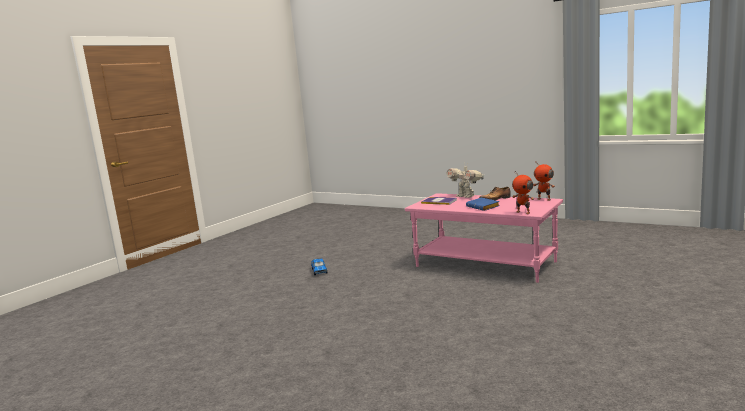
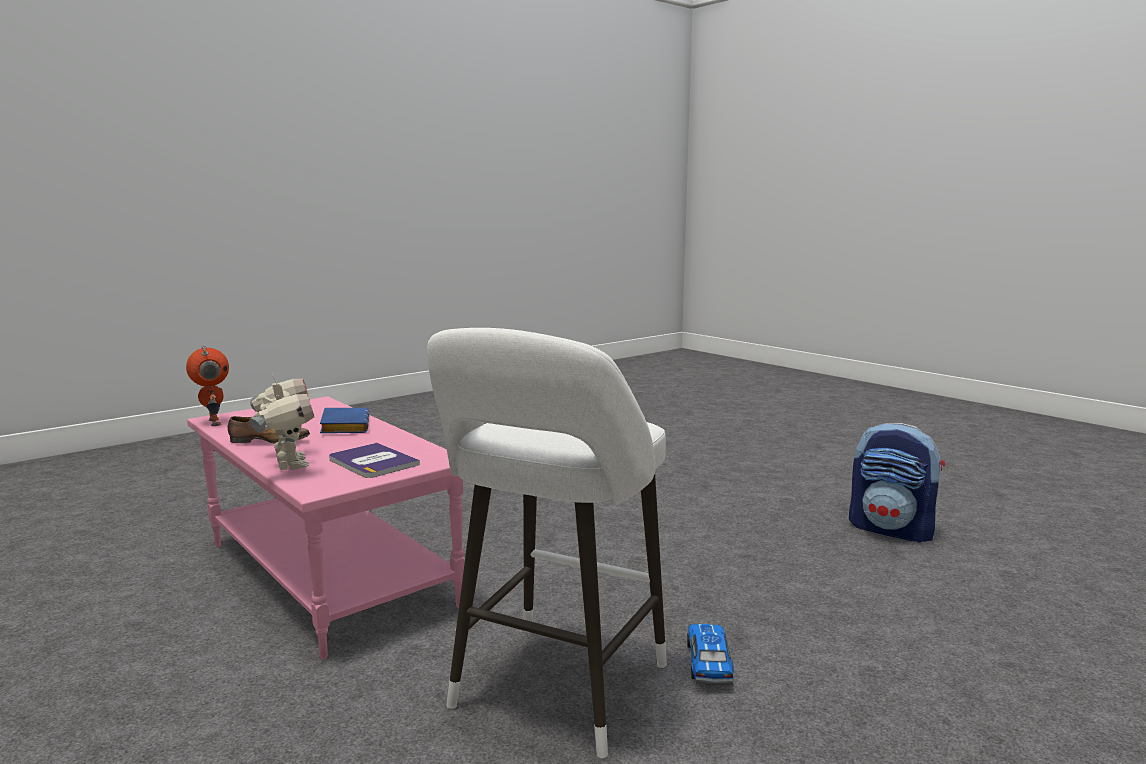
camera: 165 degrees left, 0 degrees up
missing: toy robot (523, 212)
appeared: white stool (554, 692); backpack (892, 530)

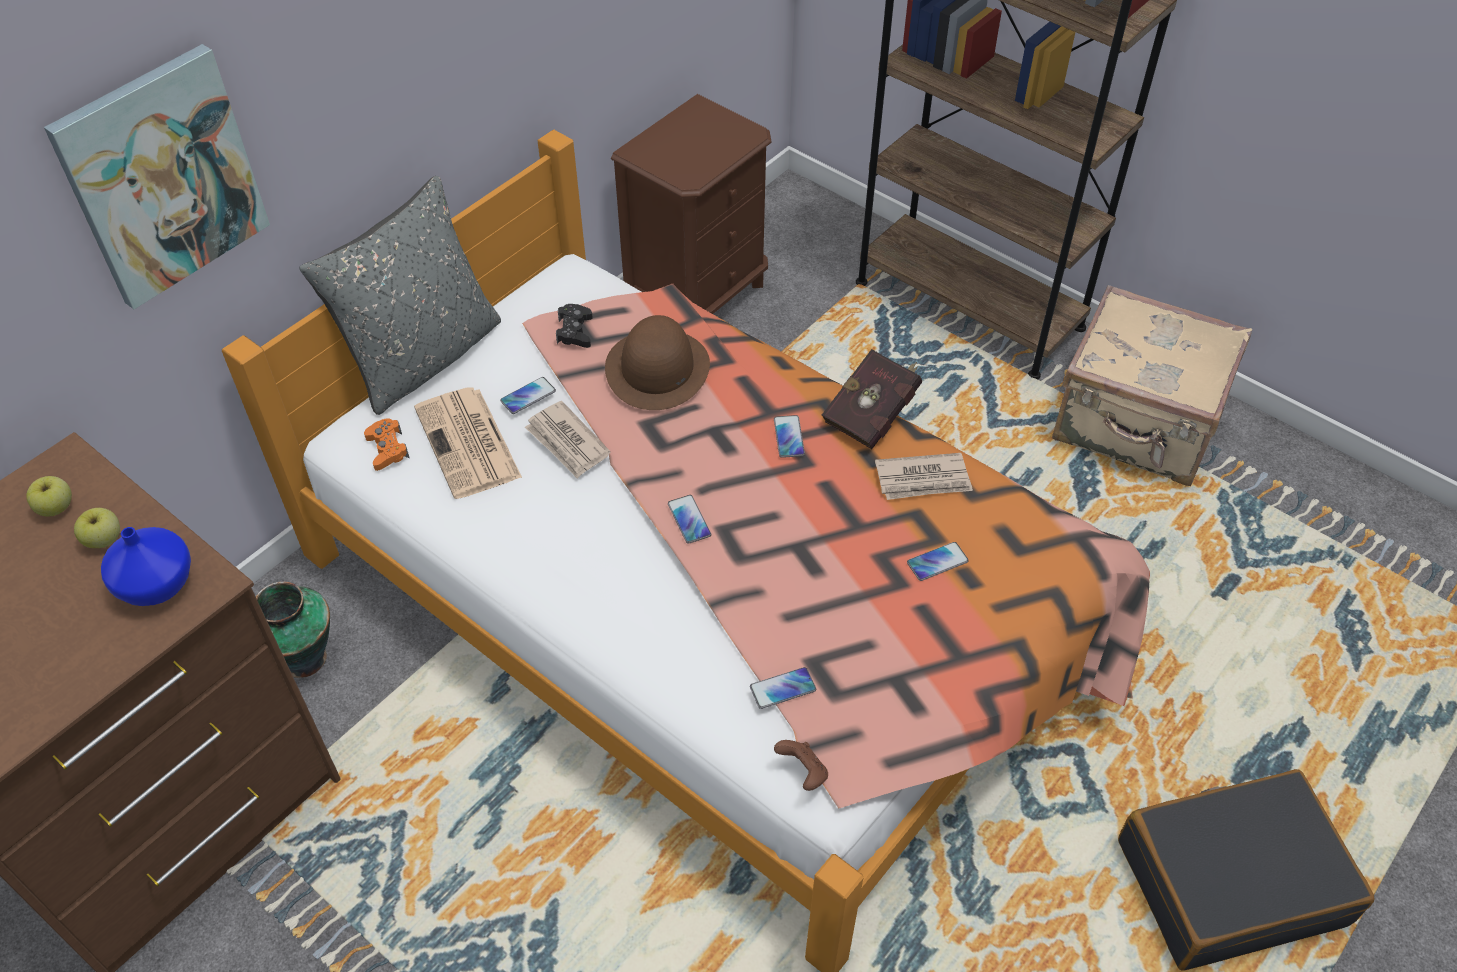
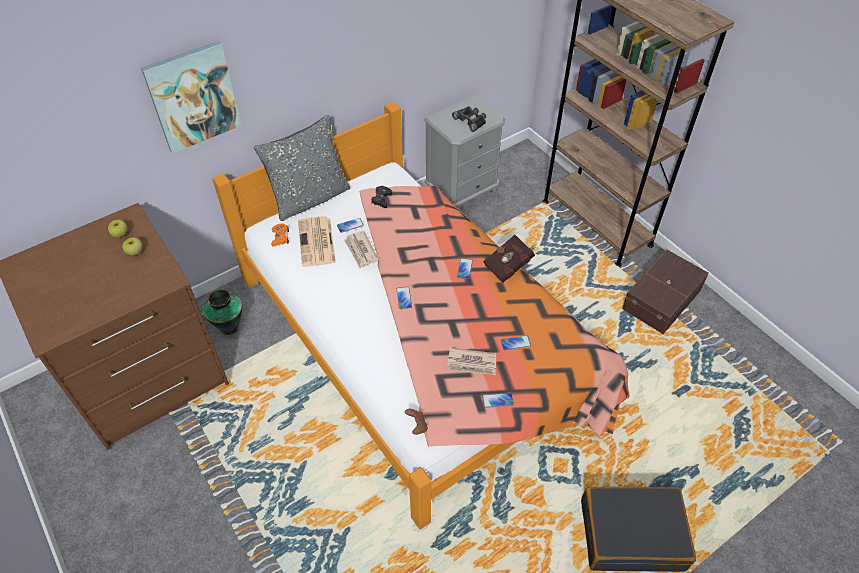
camera: 15 degrees right, 0 degrees up
missing: blue vase (156, 586); brown hat (657, 369)
appeared: black binoculars (471, 120)
relocated: newspaper (923, 480) to (472, 363); phone (783, 688) to (497, 400)
exchanged: beige suitcase (1136, 425) to brown storage box (663, 300)
colour: brown nightstand (698, 294) to grey nightstand (463, 192)

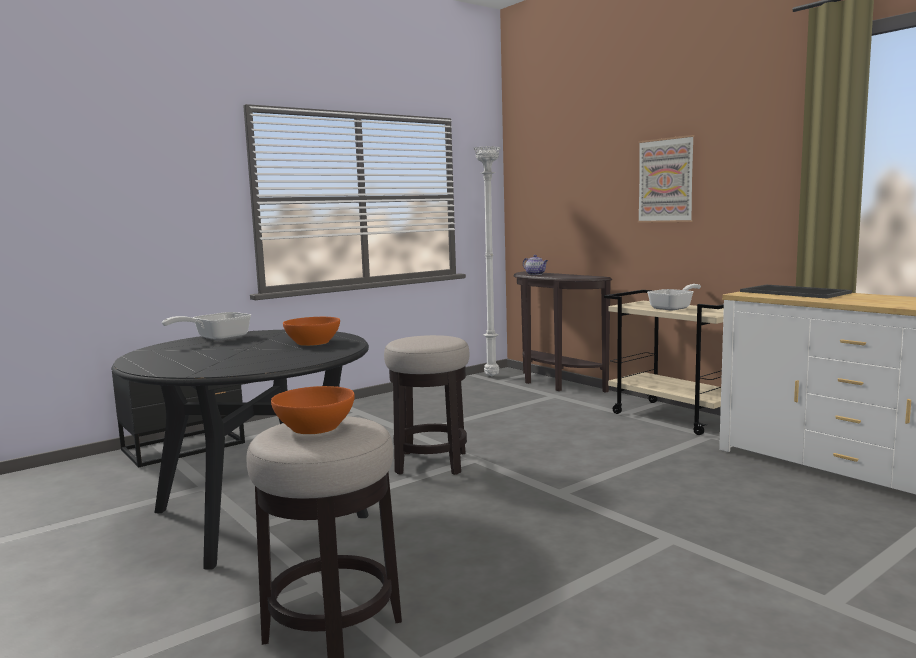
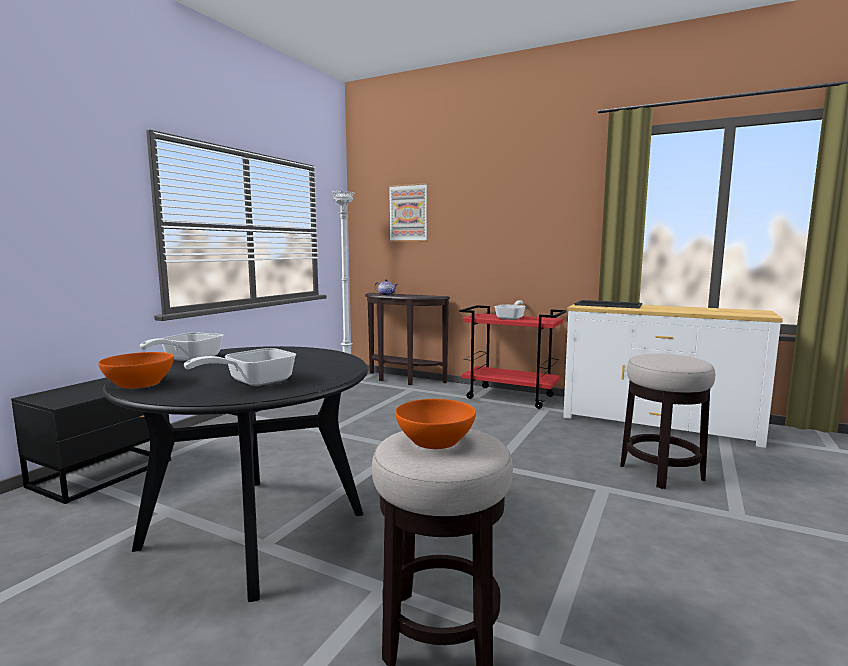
camera: 25 degrees left, 0 degrees up
appeared: frying pan (253, 382)
relocated: orange bowl (312, 342) to (139, 384); picture (666, 180) to (408, 213); stool (431, 463) to (661, 472)
colour: beige cart (675, 417) to red cart (511, 397)

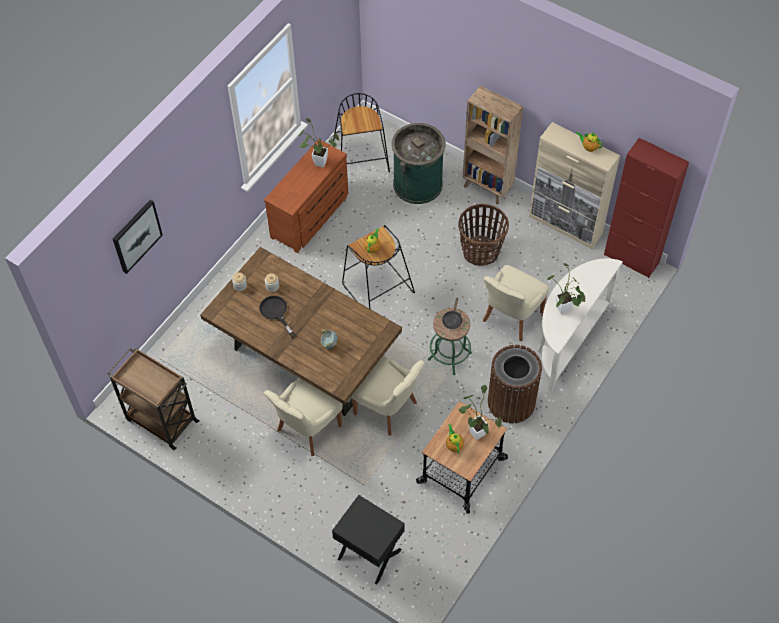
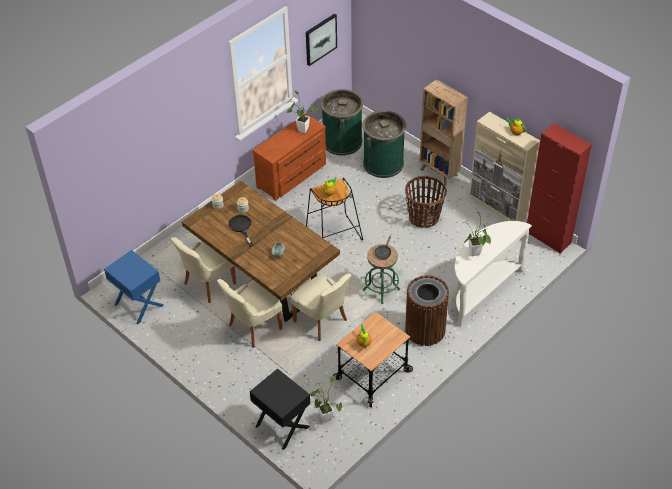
camera: 10 degrees right, 10 degrees down
relocated: beige chair (511, 317) to (208, 284); picture (136, 236) to (320, 39); potted plant (475, 431) to (325, 416)
exchanged: brown cart (160, 420) to blue nightstand (138, 305); black stool (362, 160) to green trash can (342, 141)

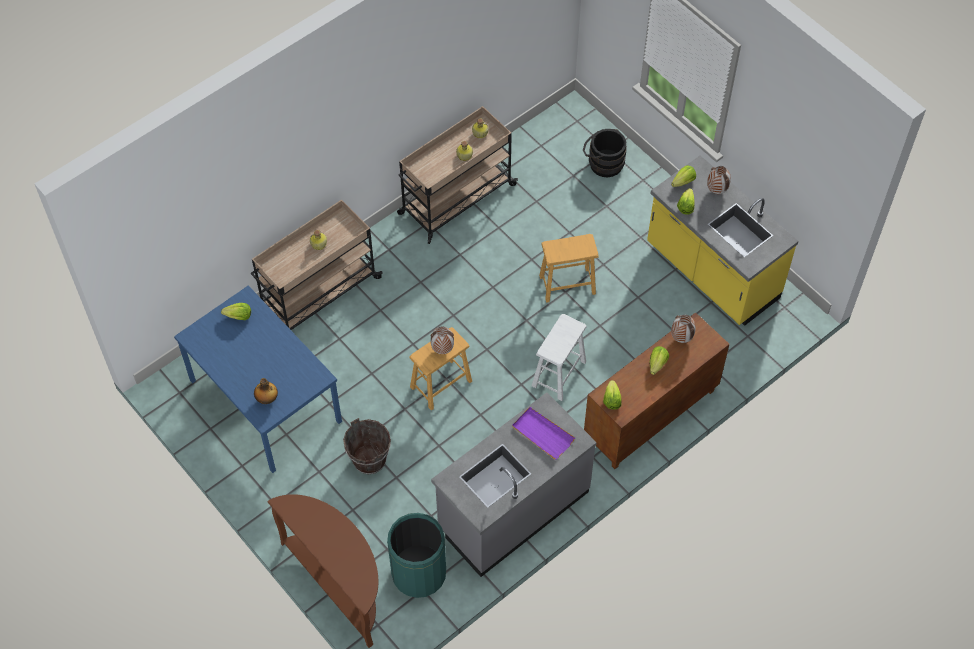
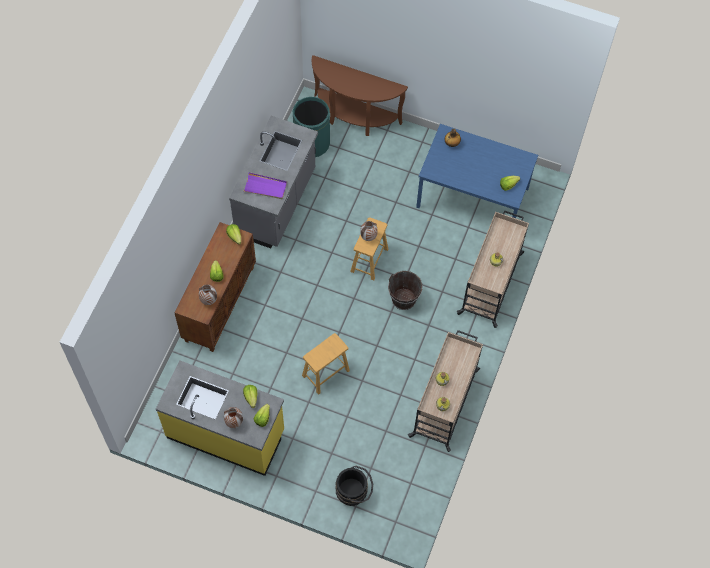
camera: 150 degrees right, 5 degrees up
missing: white stool (559, 374)
relocated: brown bucket (369, 459) to (403, 299)

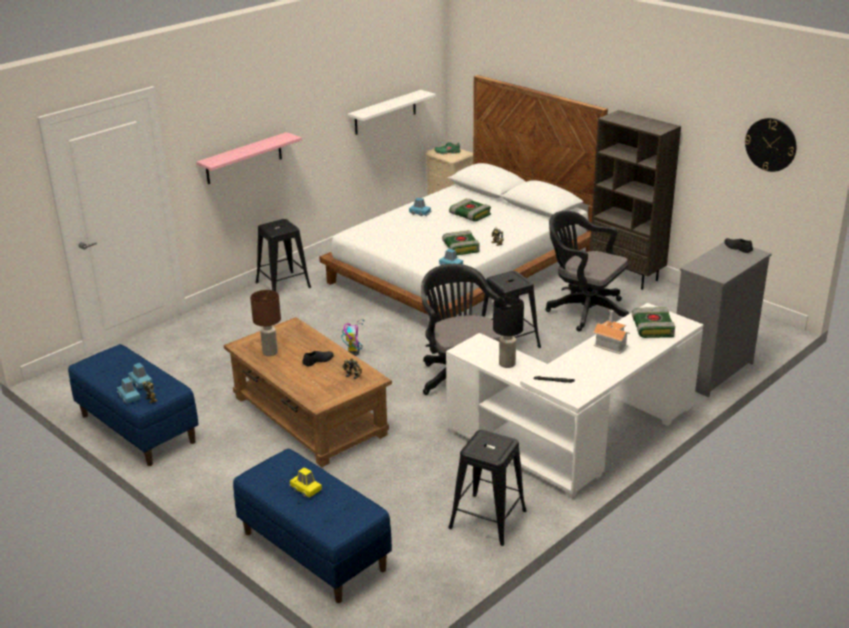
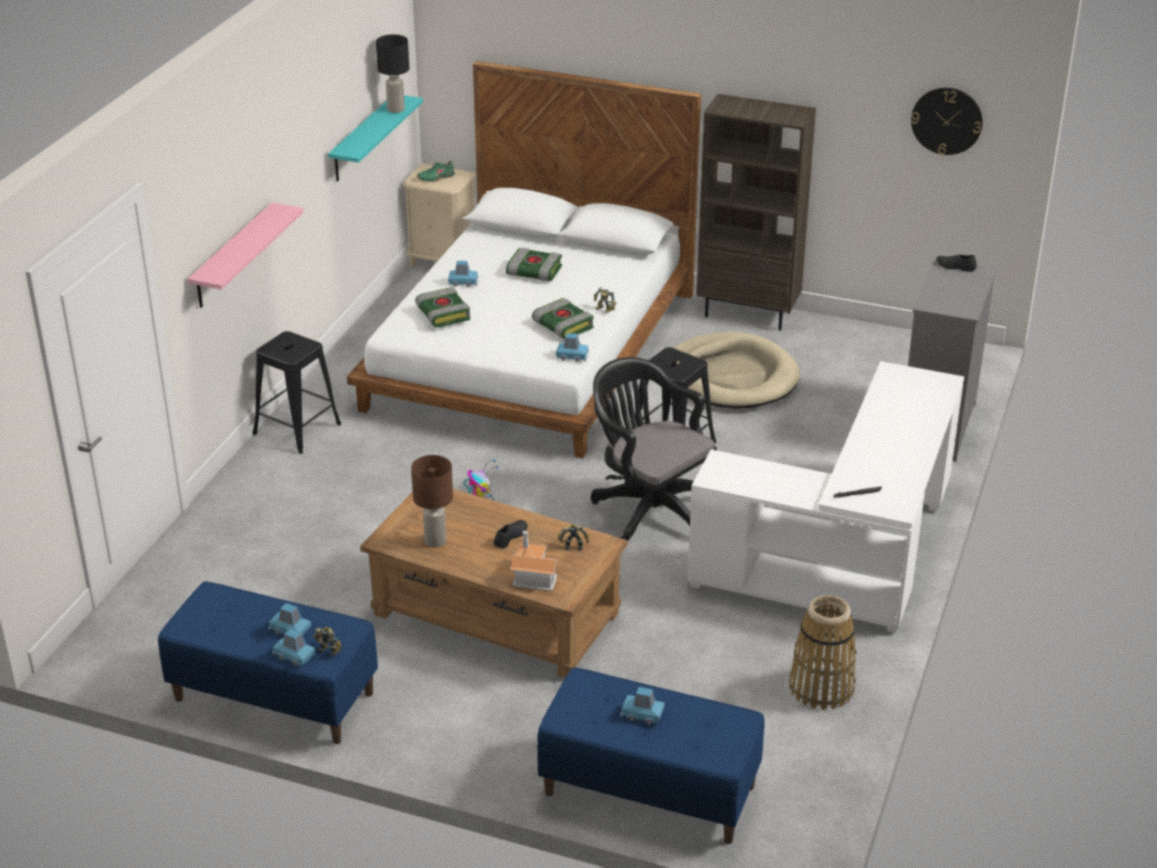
camera: 25 degrees left, 5 degrees up
relocated: black table lamp (507, 364) to (396, 109); book (651, 327) to (442, 314); toy house (610, 342) to (532, 575)
exchanged: black office chair (584, 310) to beige dog bed (731, 377); black stool (488, 519) to basket (821, 687)
colour: white shelf (385, 112) to turquoise shelf (363, 139); yellow toy car (305, 489) to blue toy car (642, 714)

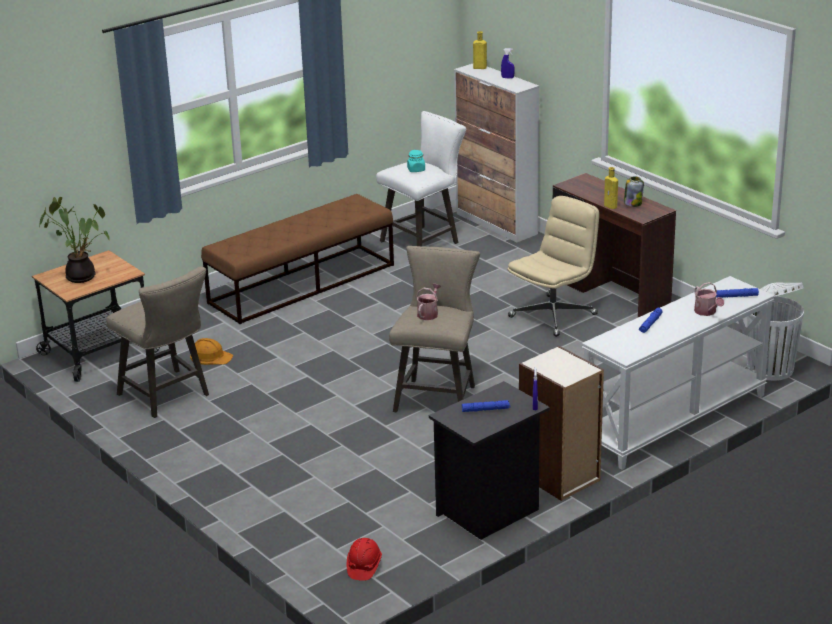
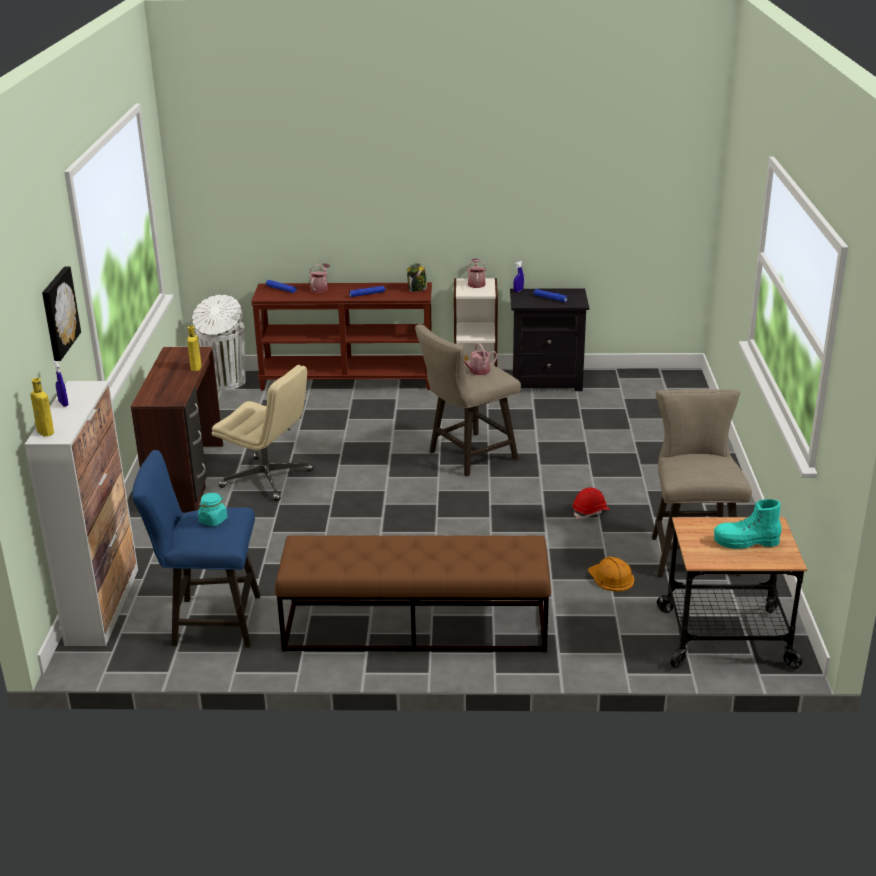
camera: 140 degrees left, 0 degrees up
appeared: picture (58, 313); watering can (476, 283)
relocated: jar (632, 203) to (417, 289); red hard hat (364, 567) to (590, 512)
exchanged: potted plant (82, 276) to turquoise boot (746, 542)
colour: white stool (424, 241) to blue stool (209, 622); white console table (675, 421) to brown console table (348, 379)
spun: beige office chair (553, 315) = (268, 479) 150 degrees counterclockwise

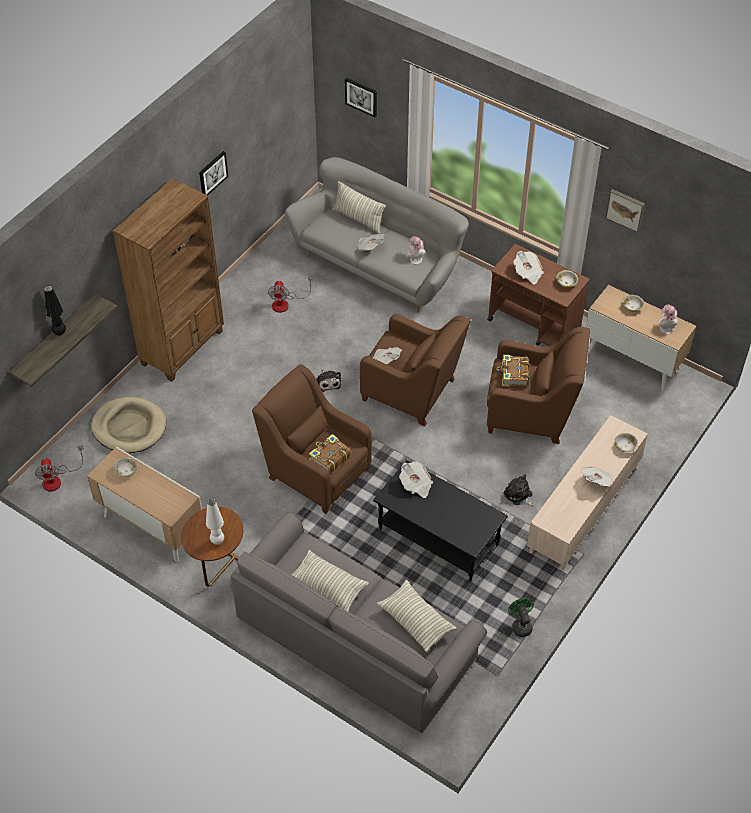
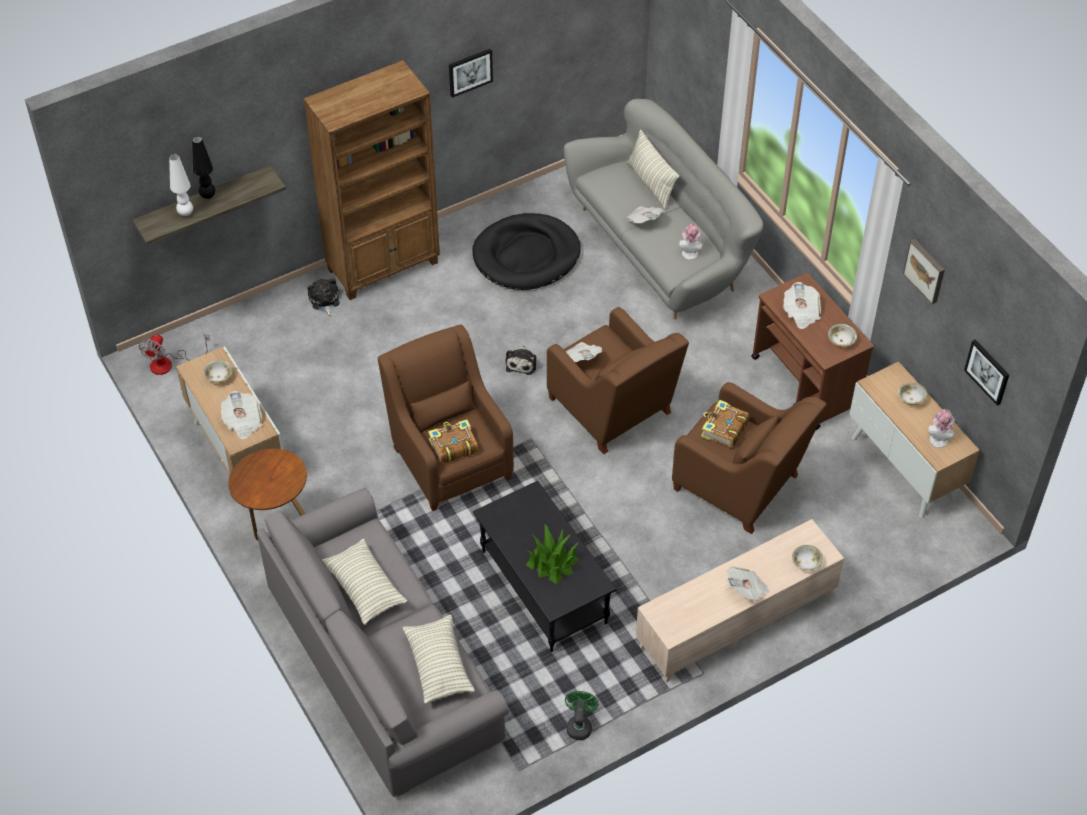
camera: 25 degrees right, 0 degrees up
missing: beige dog bed (129, 427)
appeared: potted plant (552, 562)
relocated: white table lamp (217, 541) to (185, 213); newspaper (416, 485) to (243, 422); plush toy (519, 495) to (324, 301); picture (361, 96) to (988, 371)
exchanged: fan (285, 303) to black dog bed (526, 255)

